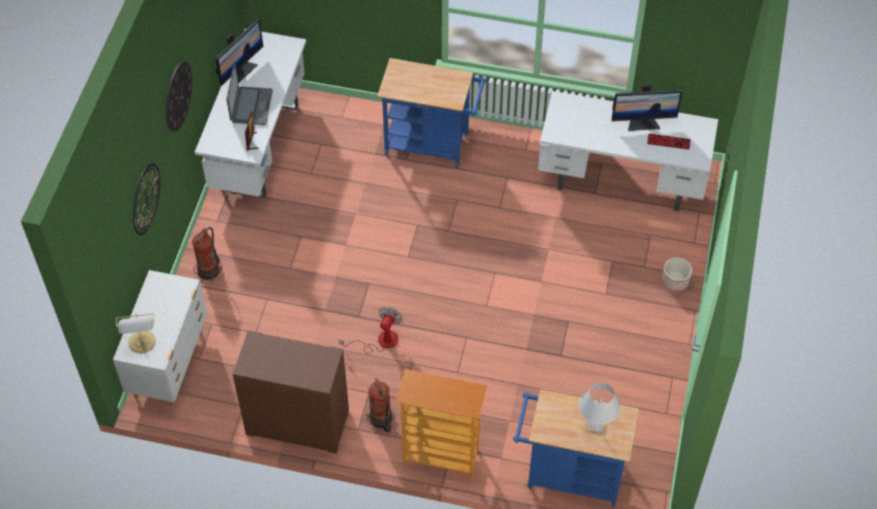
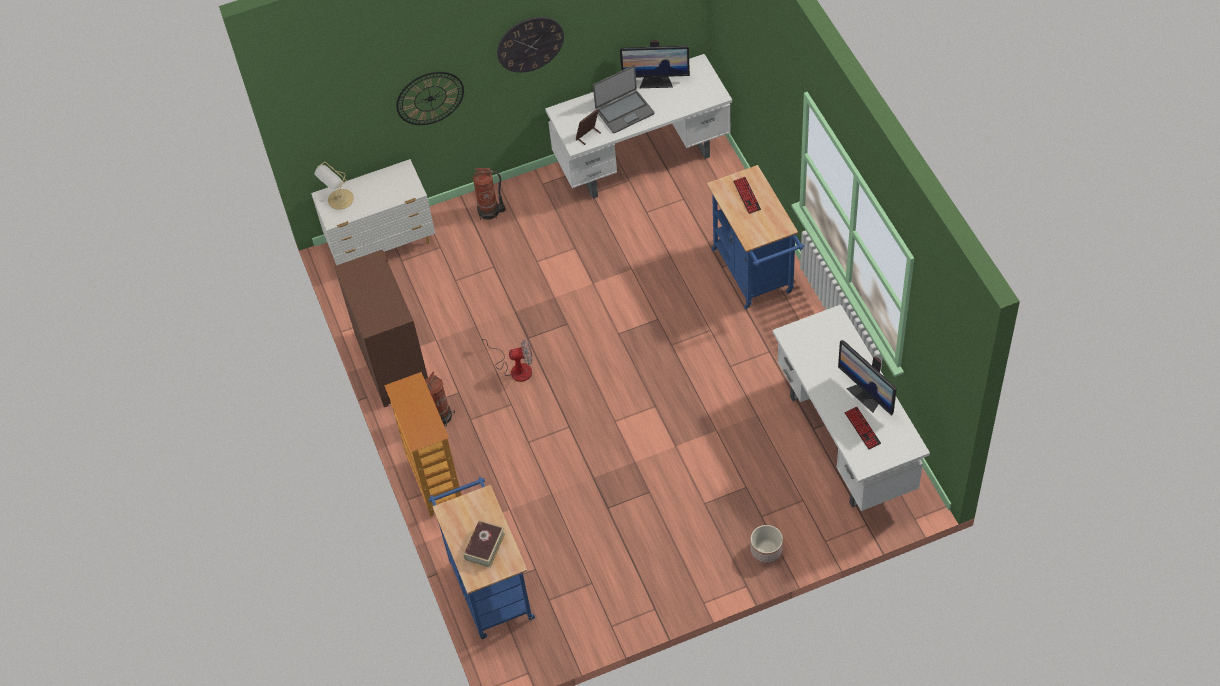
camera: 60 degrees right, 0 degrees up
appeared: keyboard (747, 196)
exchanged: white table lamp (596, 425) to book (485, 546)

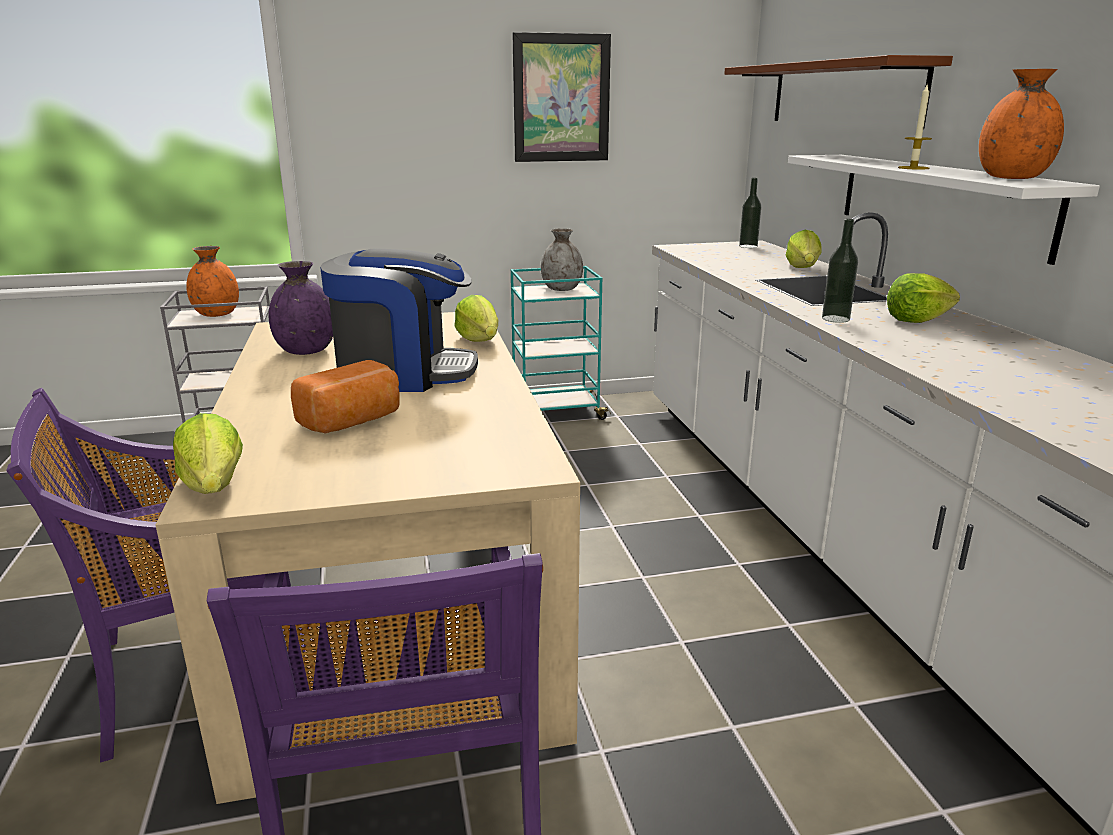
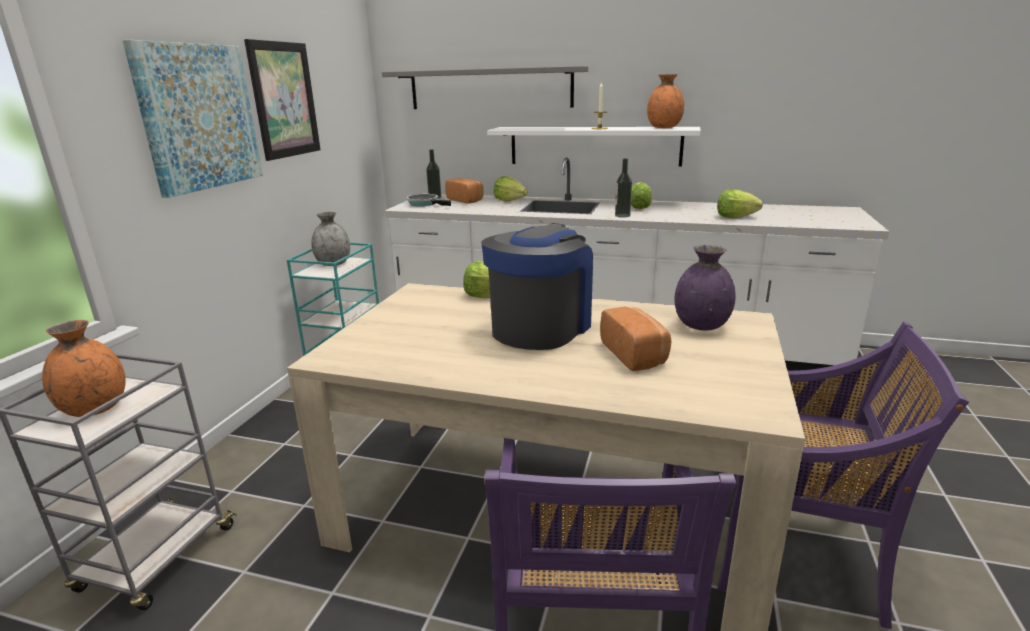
camera: 60 degrees left, 0 degrees up
appeared: picture (199, 117); frying pan (425, 204); bread (466, 200)
relocated: purple vase (306, 351) to (702, 325); lettuce (214, 486) to (735, 217)
colour: brown shelf (842, 94) to grey shelf (490, 89)

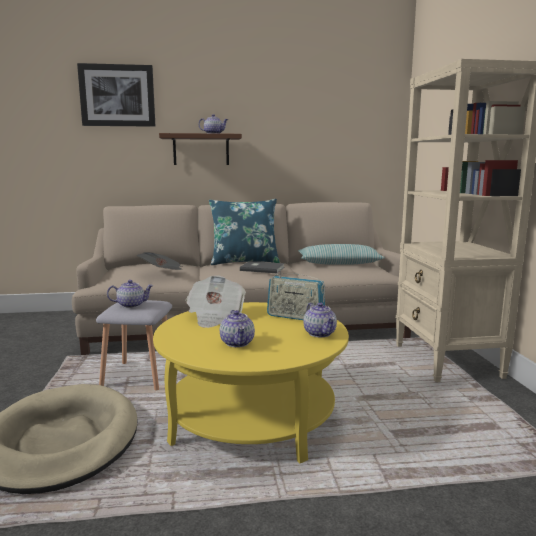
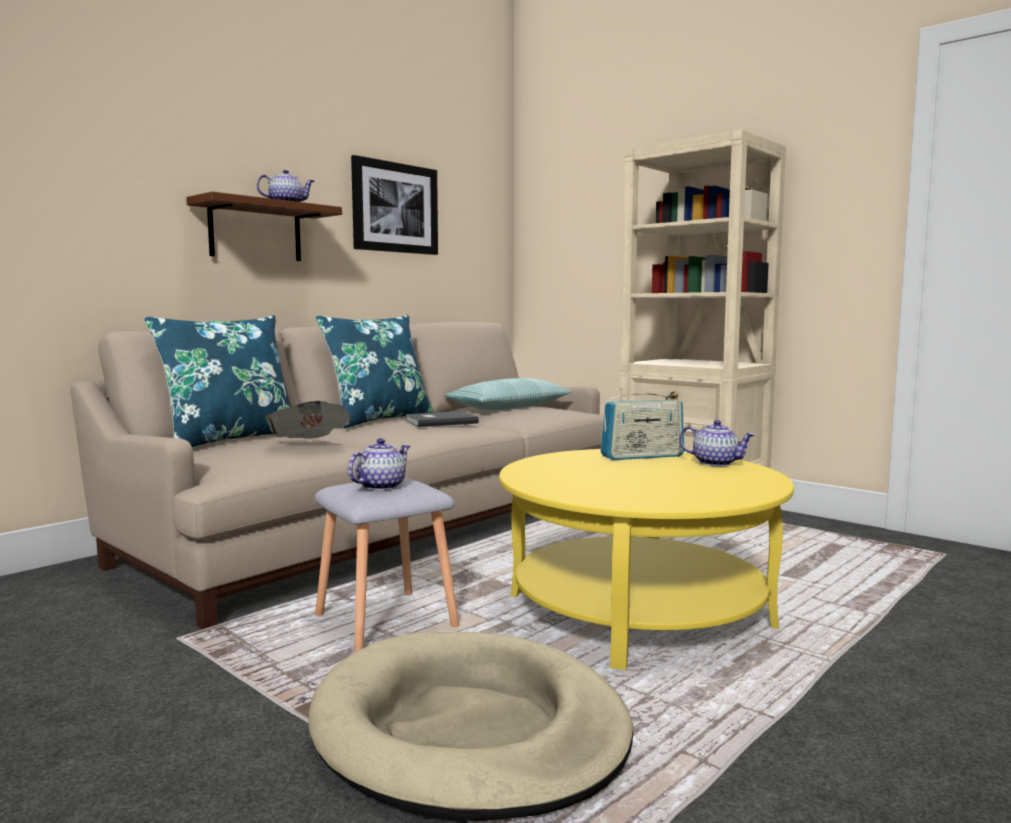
camera: 40 degrees left, 5 degrees down
missing: newspaper (215, 317); teapot (238, 343)
appeared: blue pillow (230, 440)
relocated: picture (117, 95) to (395, 208)

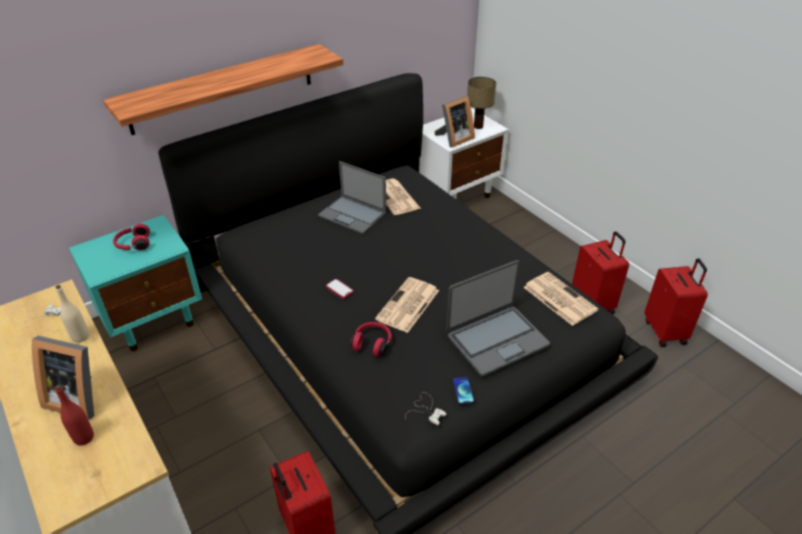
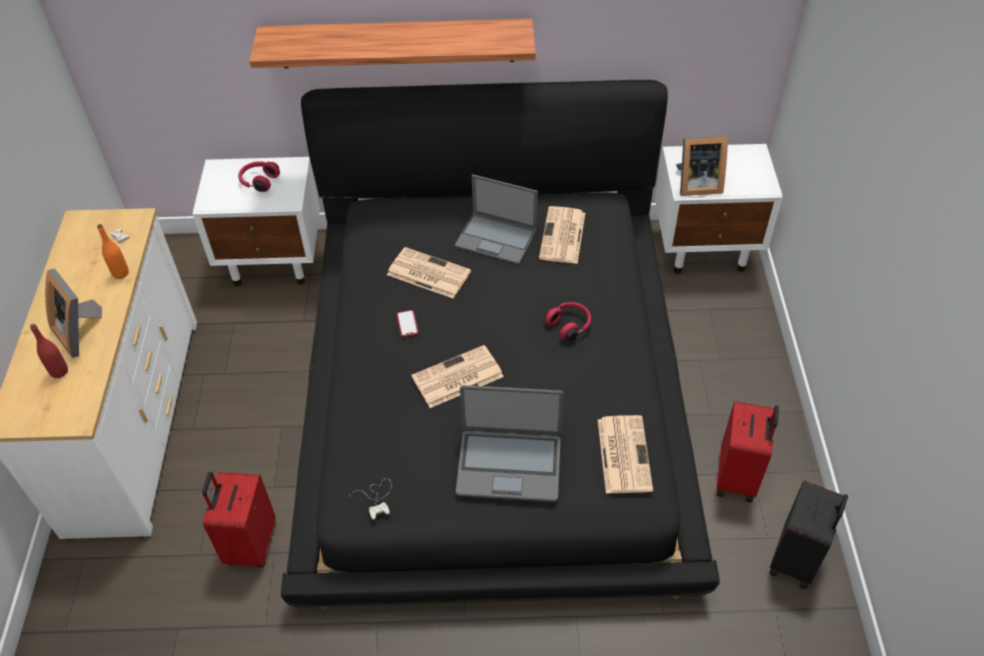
camera: 35 degrees right, 10 degrees up
missing: phone (463, 391); table lamp (477, 126)
appeared: newspaper (427, 273)
relocated: red headphones (372, 343) to (569, 325)
colour: beige bottle (80, 337) to orange bottle (120, 273); turquoise nightstand (154, 320) to white nightstand (274, 260); red suitcase (666, 331) to black suitcase (796, 559)
spun: laptop (353, 215) = (497, 238) 45 degrees counterclockwise

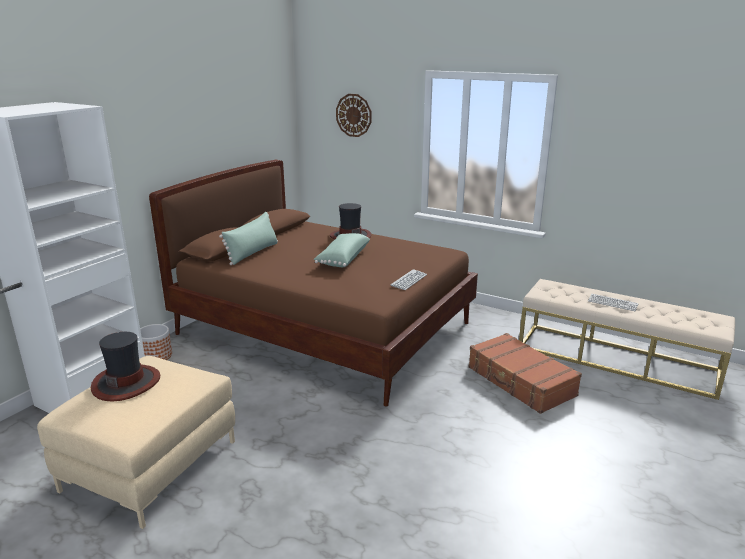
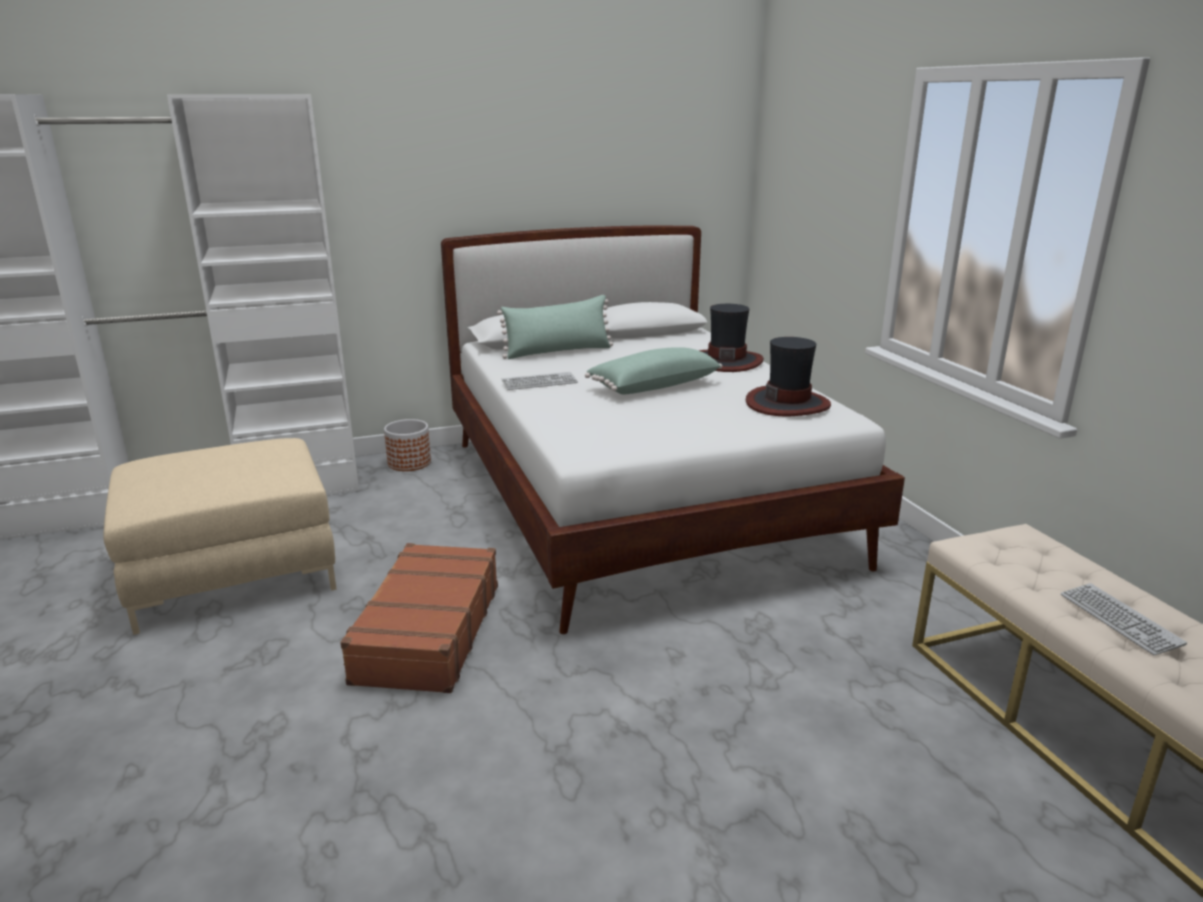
camera: 40 degrees right, 0 degrees up
missing: wall clock (354, 115)
relocated: brown suitcase (520, 382) to (427, 632); keyboard (409, 280) to (539, 382); hat (126, 383) to (787, 403)
colour: brown bed (325, 328) to white bed (639, 498)

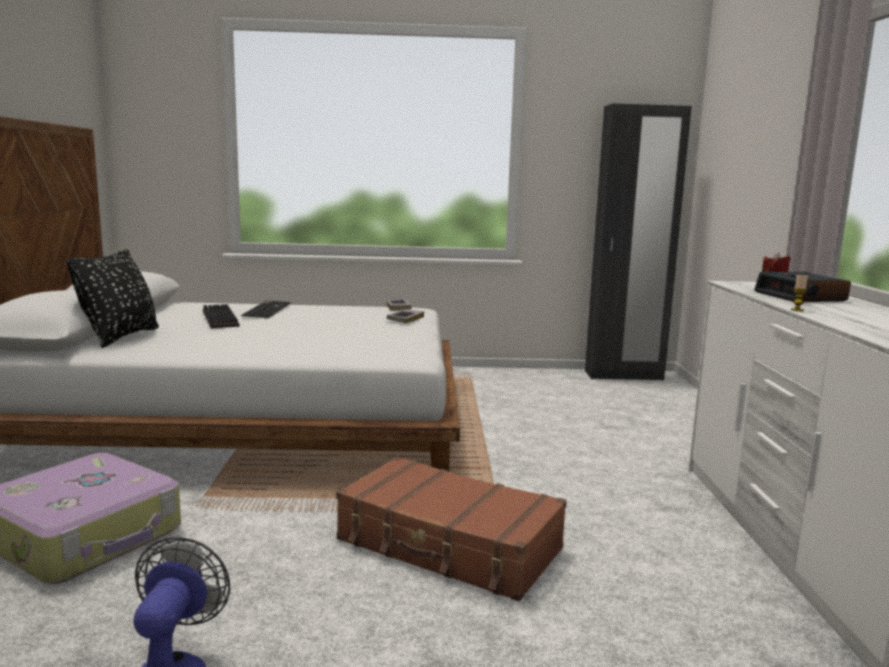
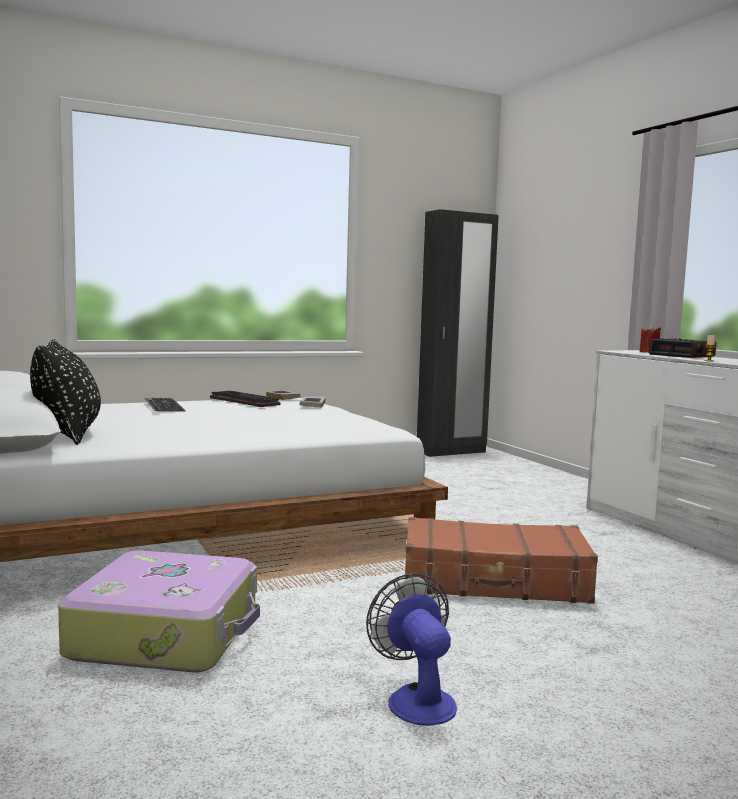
camera: 25 degrees left, 5 degrees down
relocated: keyboard (218, 318) to (242, 401)

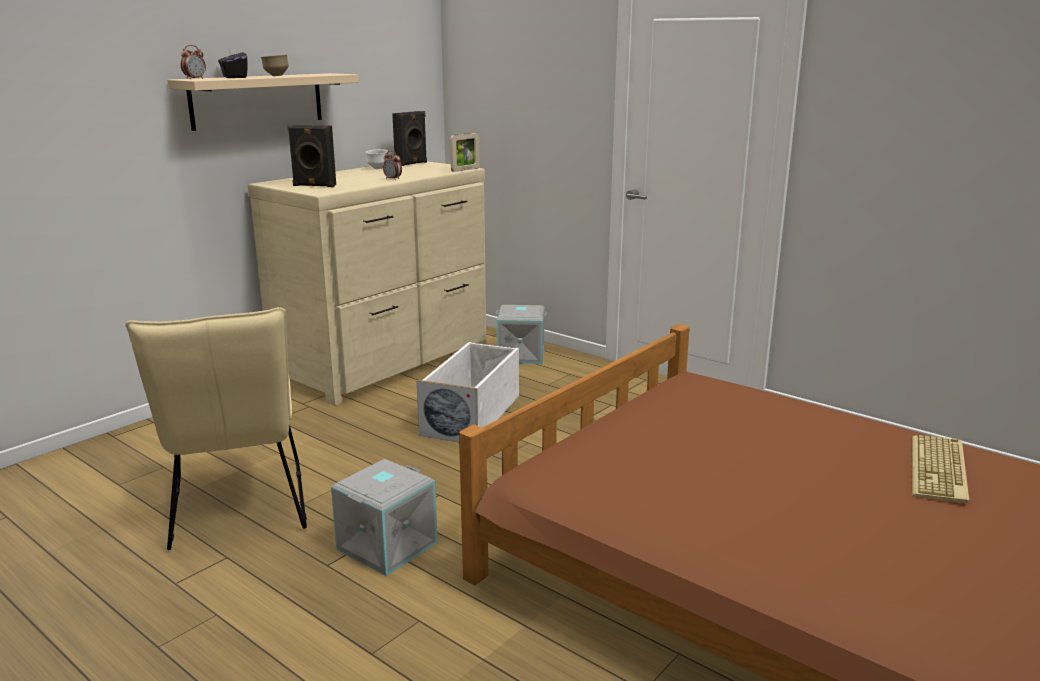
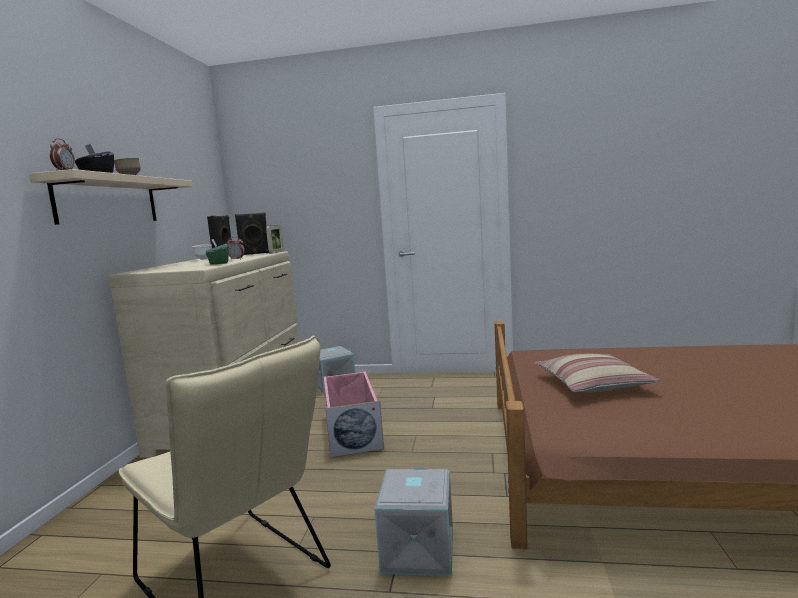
camera: 30 degrees left, 10 degrees down
missing: keyboard (940, 470)
appeared: green tissue box (218, 263); pillow (593, 384)
relocated: black speaker (314, 186) to (255, 254)
colour: white storage box (472, 414) to pink storage box (352, 430)

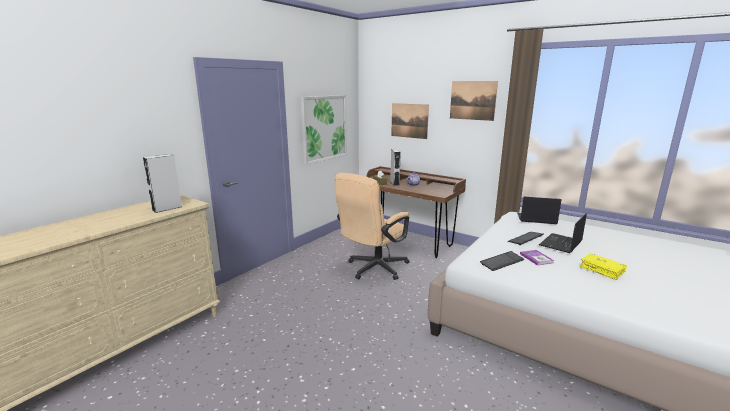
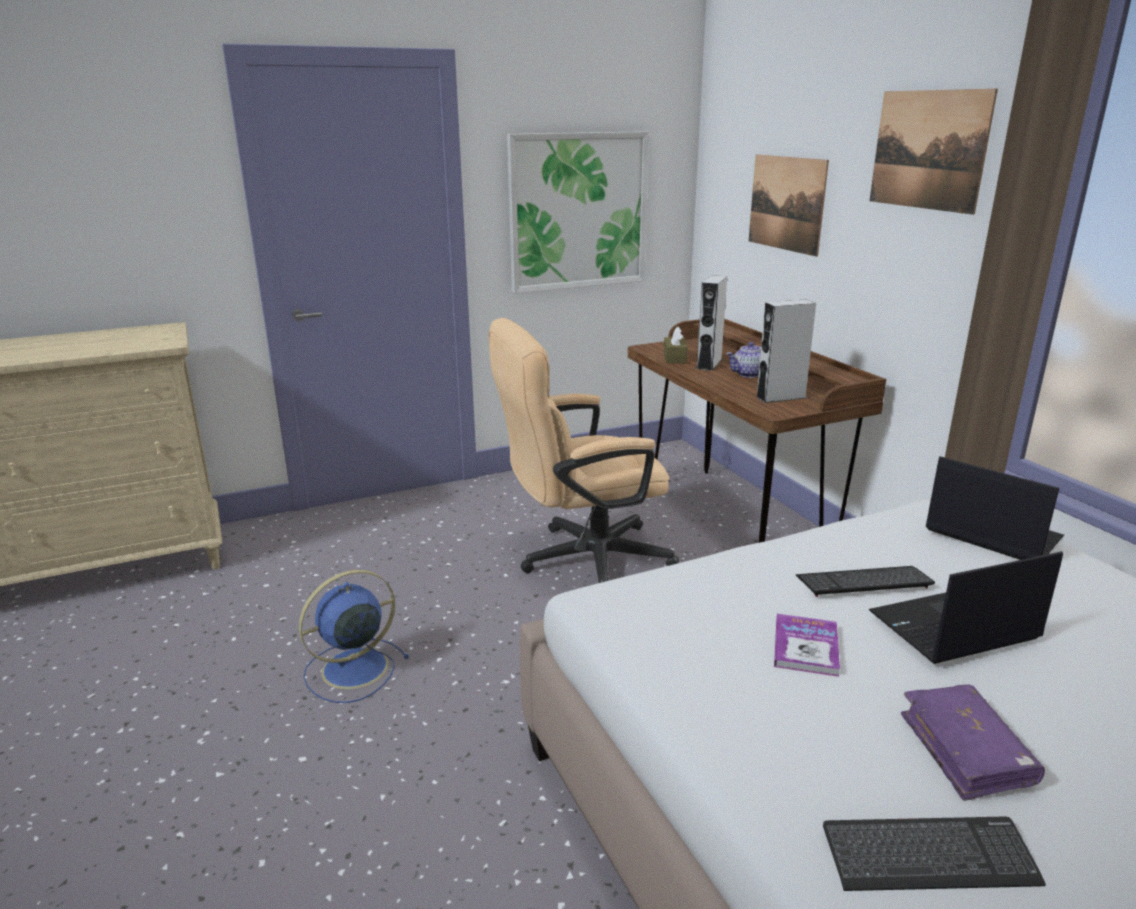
camera: 30 degrees right, 5 degrees up
appeared: blue fan (352, 669)
relocated: grey speaker (167, 208) to (780, 397); keyboard (502, 262) to (928, 857)
colour: yellow book (601, 270) to purple book (965, 752)

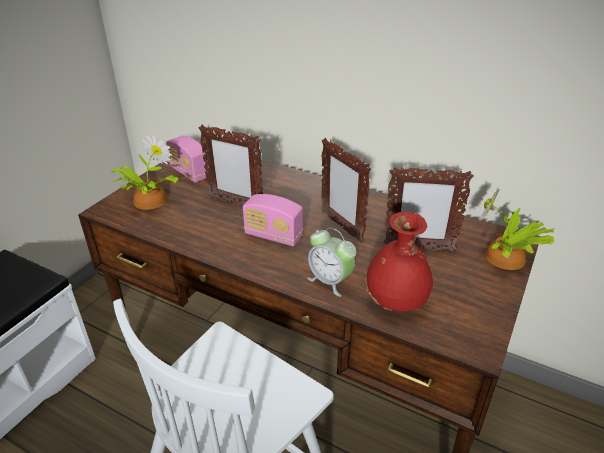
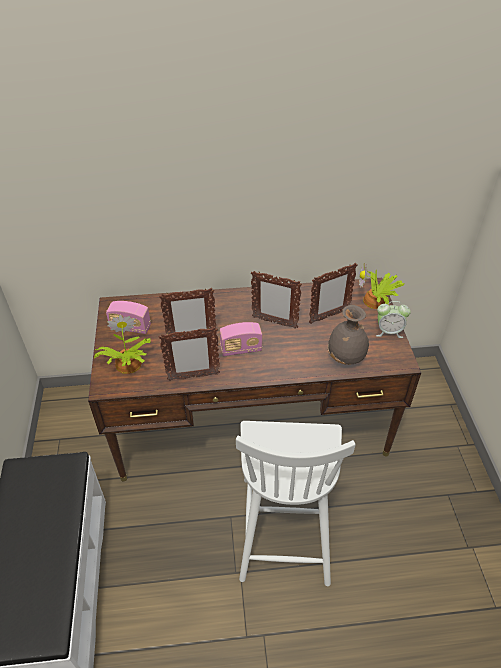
camera: 35 degrees left, 10 degrees up
appeared: picture frame (193, 377)
relocated: alarm clock (330, 281) to (389, 331)
colour: red vase (396, 303) to grey vase (346, 358)

